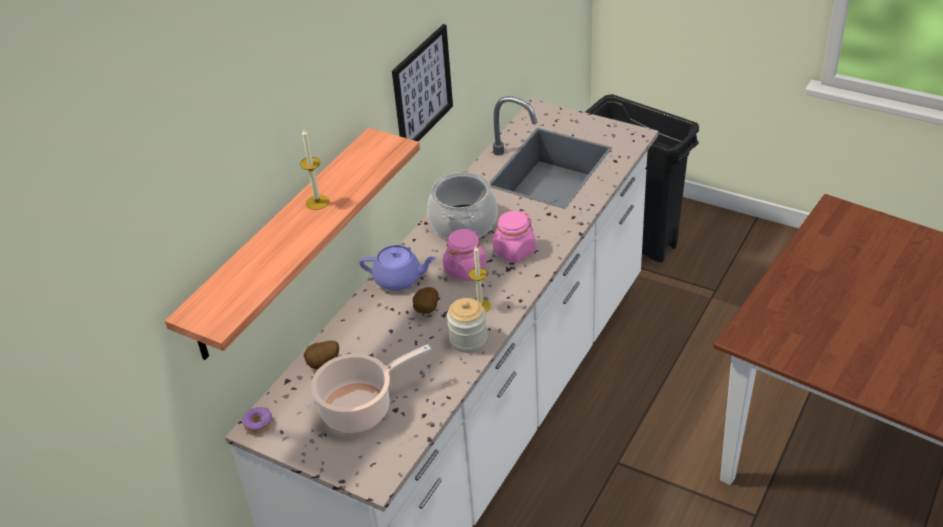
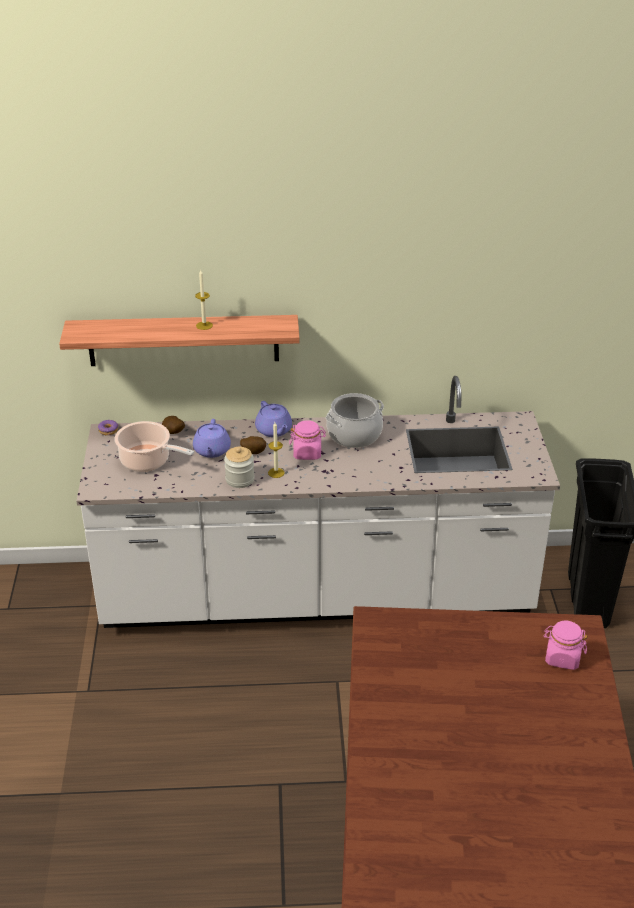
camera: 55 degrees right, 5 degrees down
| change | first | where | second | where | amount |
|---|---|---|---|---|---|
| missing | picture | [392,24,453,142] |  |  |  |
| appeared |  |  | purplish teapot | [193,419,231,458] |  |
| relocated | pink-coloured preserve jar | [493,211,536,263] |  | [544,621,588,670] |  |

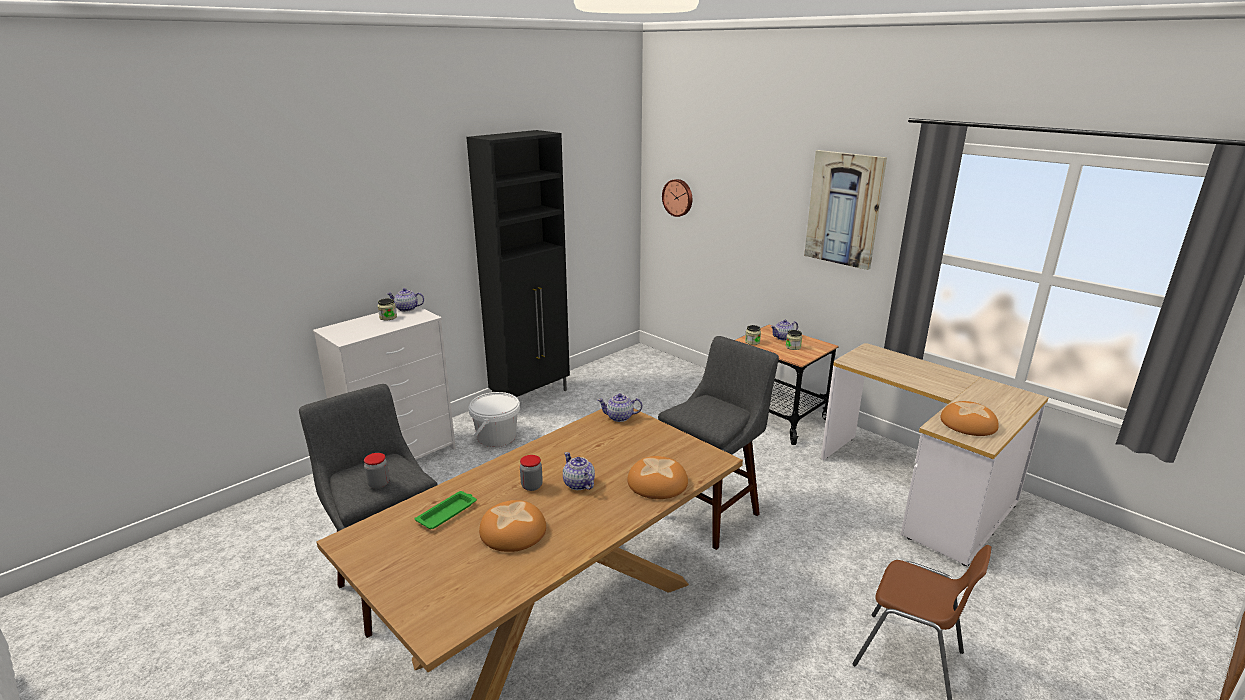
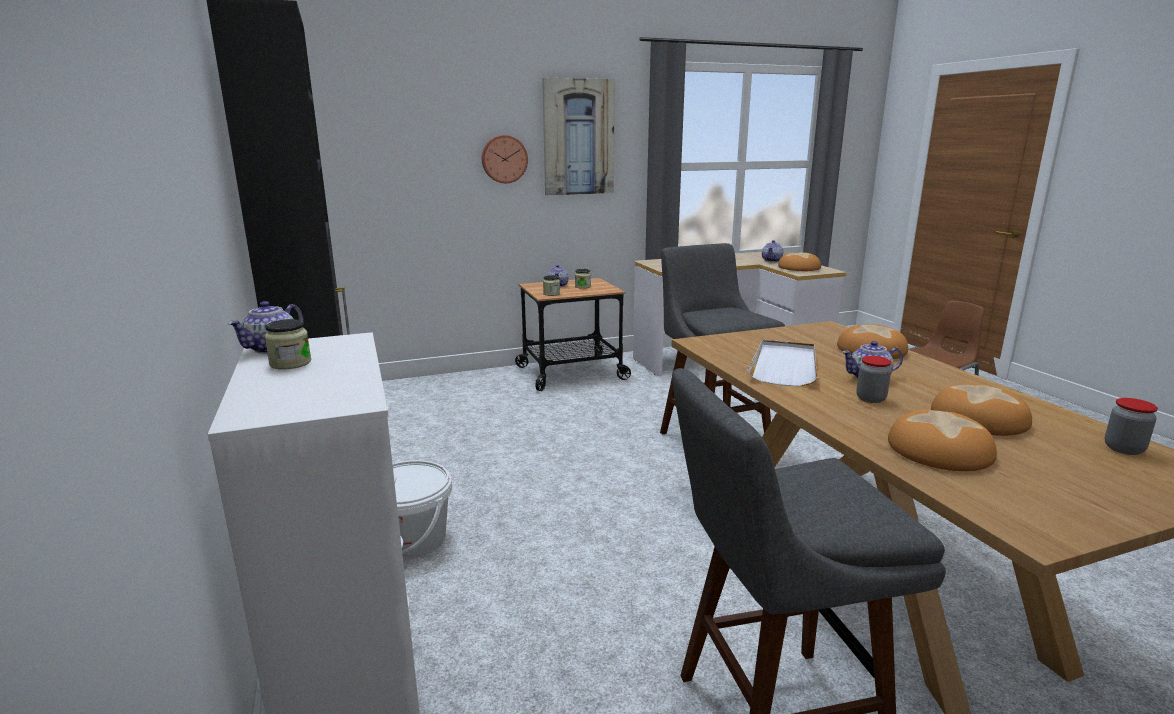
camera: 65 degrees left, 5 degrees down
| change | first | where | second | where | amount |
|---|---|---|---|---|---|
| appeared |  |  | white tray | [747,340,818,387] |  |
| relocated | preserve jar | [364,453,390,489] |  | [1105,398,1158,455] |  |
| relocated | teapot | [597,393,642,422] |  | [762,240,783,262] |  |
| relocated | wall clock | [662,179,692,217] |  | [482,135,528,183] |  |
| exchanged | greenish tray | [414,491,477,529] | baked bread | [888,409,997,471] |  |

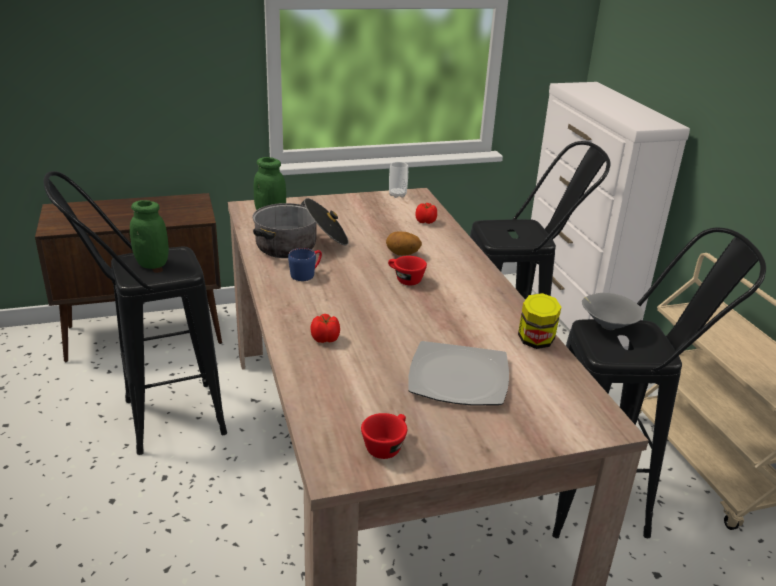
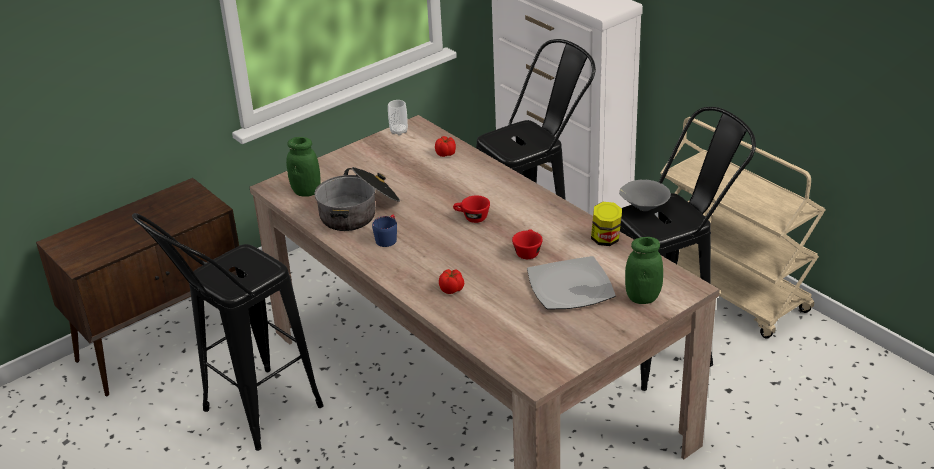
camera: 20 degrees left, 5 degrees up
| change | first | where | second | where | amount |
|---|---|---|---|---|---|
| missing | potato | [386,231,422,256] |  |  |  |
| relocated | greenish preserve jar | [130,200,169,269] |  | [625,237,663,304] |  |
| relocated | reddish cup | [361,413,407,459] |  | [512,229,543,259] |  |

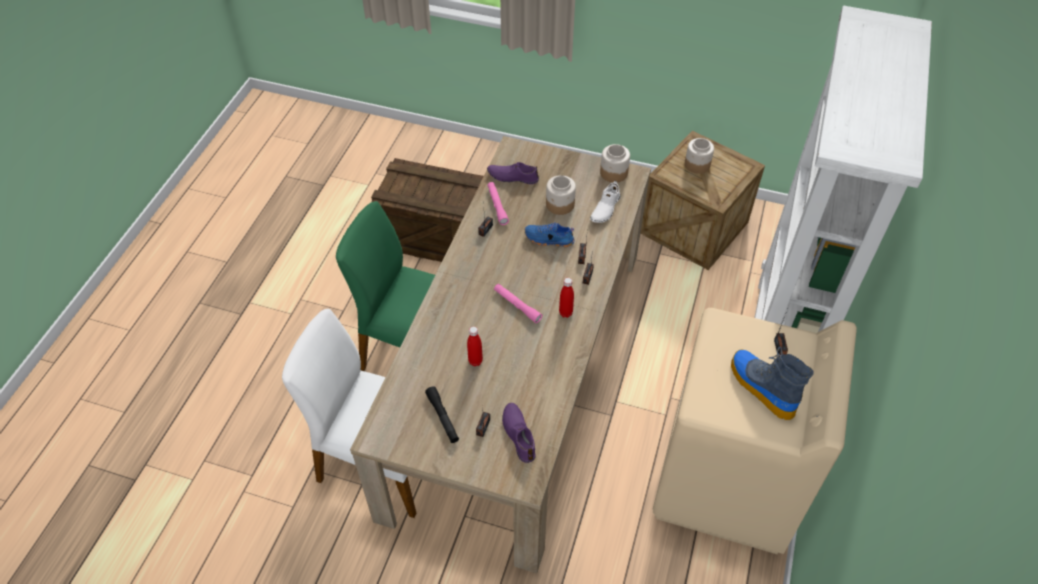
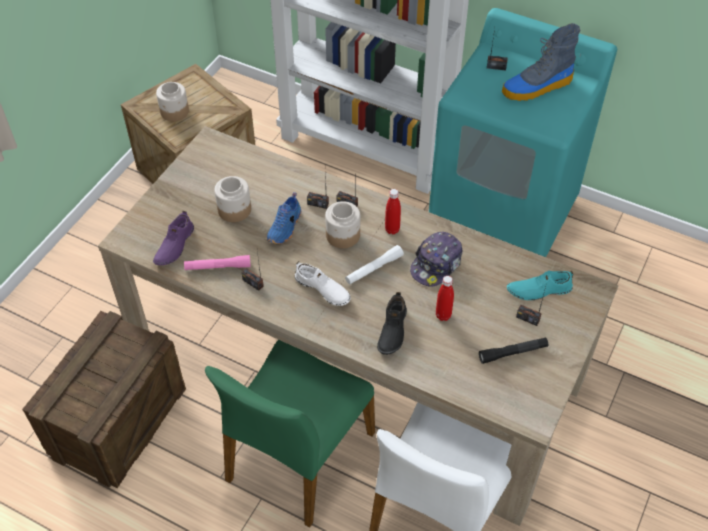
camera: 80 degrees left, 0 degrees up
| change | first | where | second | where | amount |
|---|---|---|---|---|---|
| appeared |  |  | black shoe | [377,292,407,355] |  |
| appeared |  |  | cap | [410,232,463,287] |  |
| relocated | white shoe | [590,180,620,223] |  | [295,261,351,306] |  |
| relocated | preserve jar | [600,144,630,183] |  | [325,201,360,248] |  |
| colour | pink-coloured hand torch | [494,284,542,323] | white hand torch | [345,245,404,285] |  |
| colour | purplish shoe | [502,403,536,463] | turquoise shoe | [507,271,573,300] |  |
| colour | beige-coloured washing machine | [653,308,857,554] | turquoise washing machine | [429,8,617,257] |  |

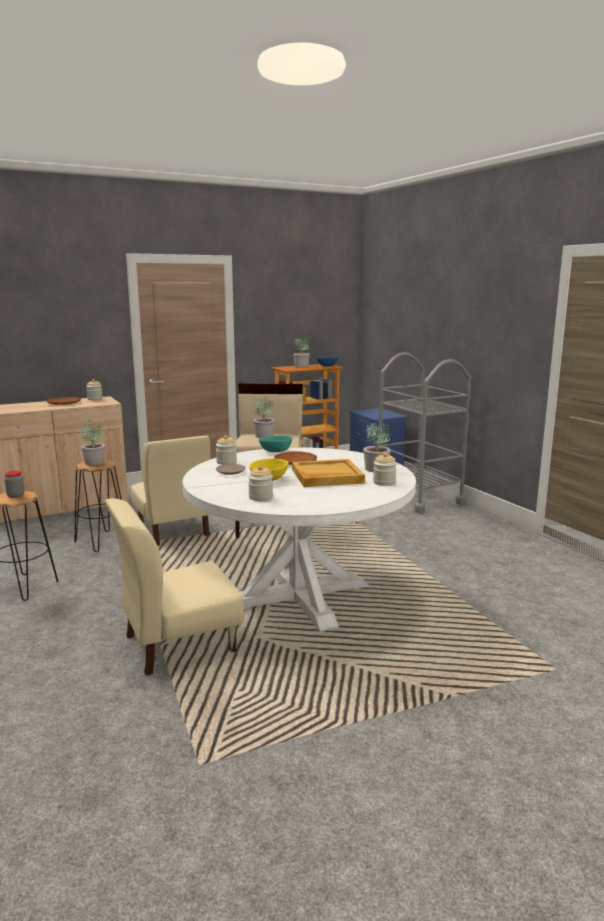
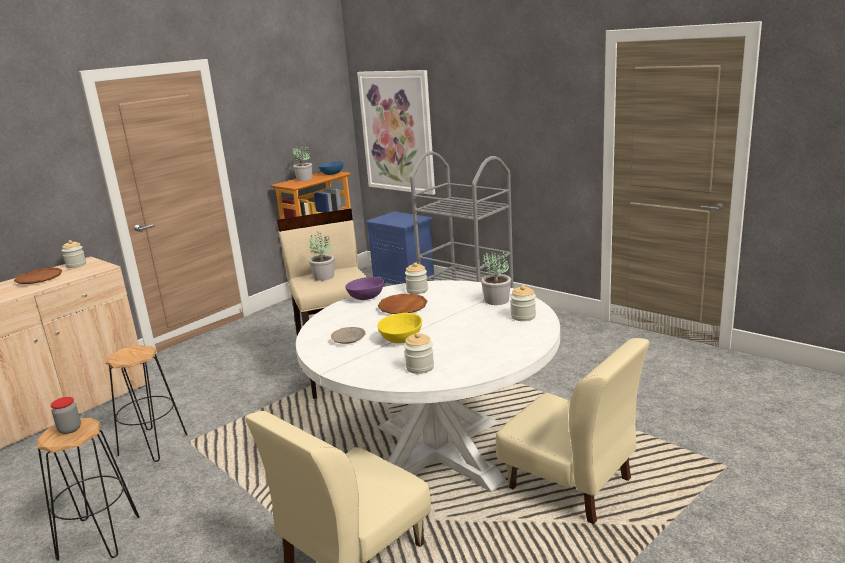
camera: 20 degrees left, 5 degrees up
| change | first | where | second | where | amount |
|---|---|---|---|---|---|
| missing | plant in a pot | [81,422,105,465] |  |  |  |
| missing | beige-coloured tray | [292,459,365,487] |  |  |  |
| appeared |  |  | picture | [357,70,435,195] |  |
| relocated | beige-coloured upright chair | [131,435,210,546] |  | [496,338,649,524] |  |
| relocated | preserve jar | [216,435,237,465] |  | [405,262,428,294] |  |
| colour | turquoise serving bowl | [259,435,292,452] | purplish serving bowl | [345,277,384,300] |  |

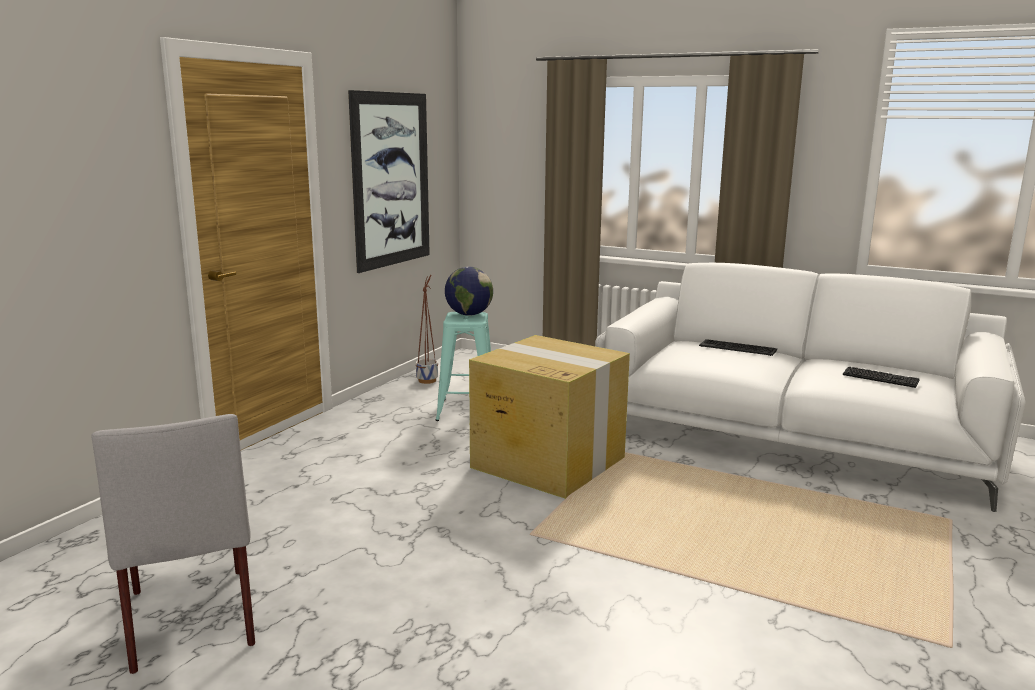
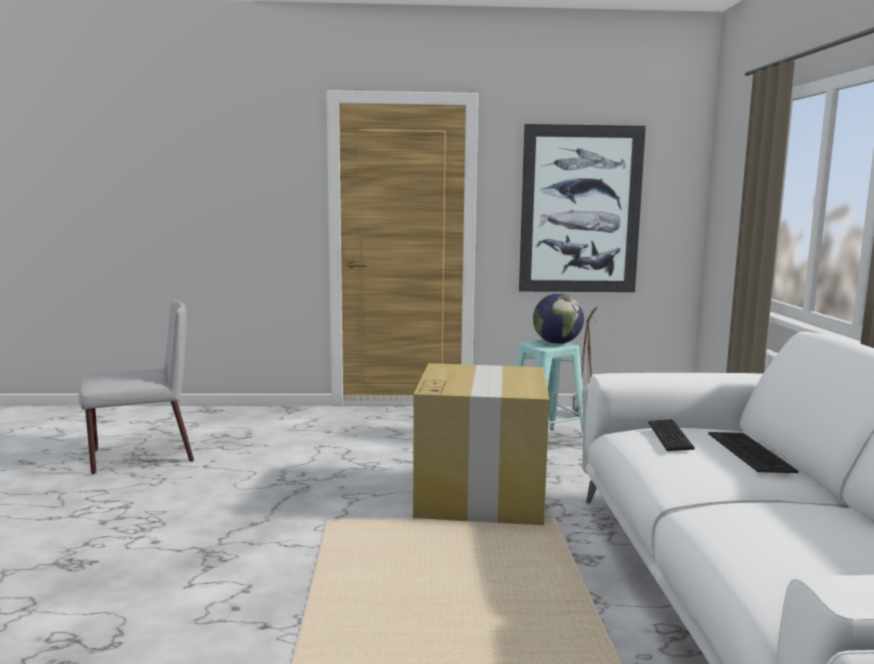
camera: 60 degrees right, 5 degrees down
| change | first | where | second | where | amount |
|---|---|---|---|---|---|
| relocated | computer keyboard | [843,367,920,388] |  | [648,419,695,451] |  |
| spun | greyish upright chair | [92,414,255,674] |  | [78,300,194,474] | 150 degrees counterclockwise |

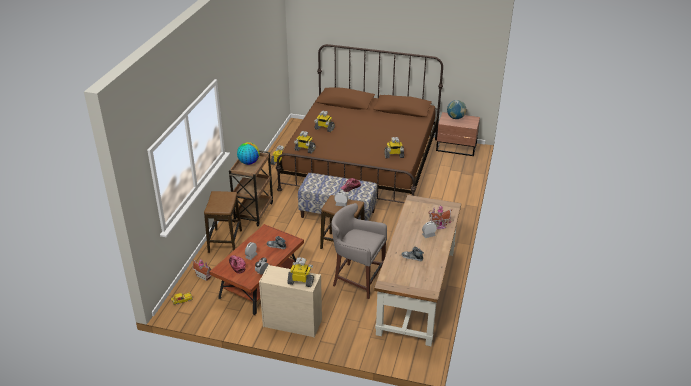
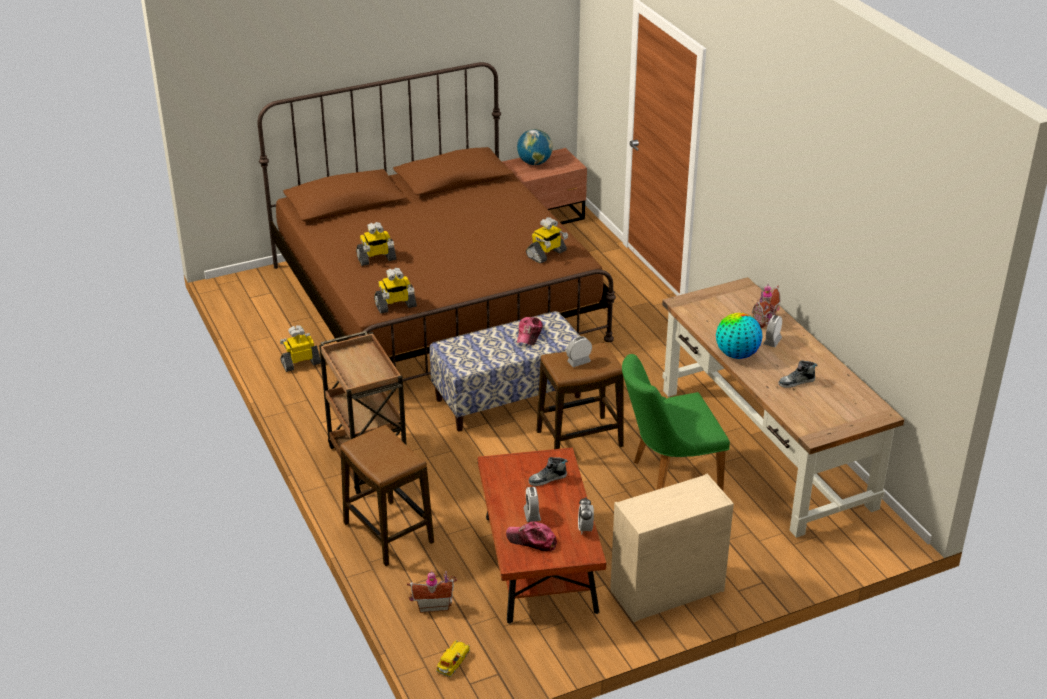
camera: 40 degrees left, 0 degrees up
| change | first | where | second | where | amount |
|---|---|---|---|---|---|
| missing | toy robot | [287,257,314,287] |  |  |  |
| relocated | globe | [237,142,259,165] |  | [716,313,762,359] |  |
| exchanged | greyish sitting stool | [331,203,387,299] | greenish upright chair | [622,354,730,491] |  |

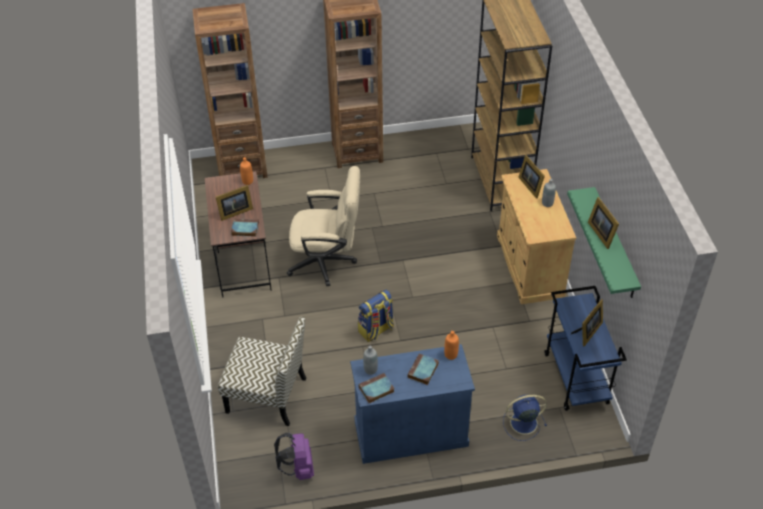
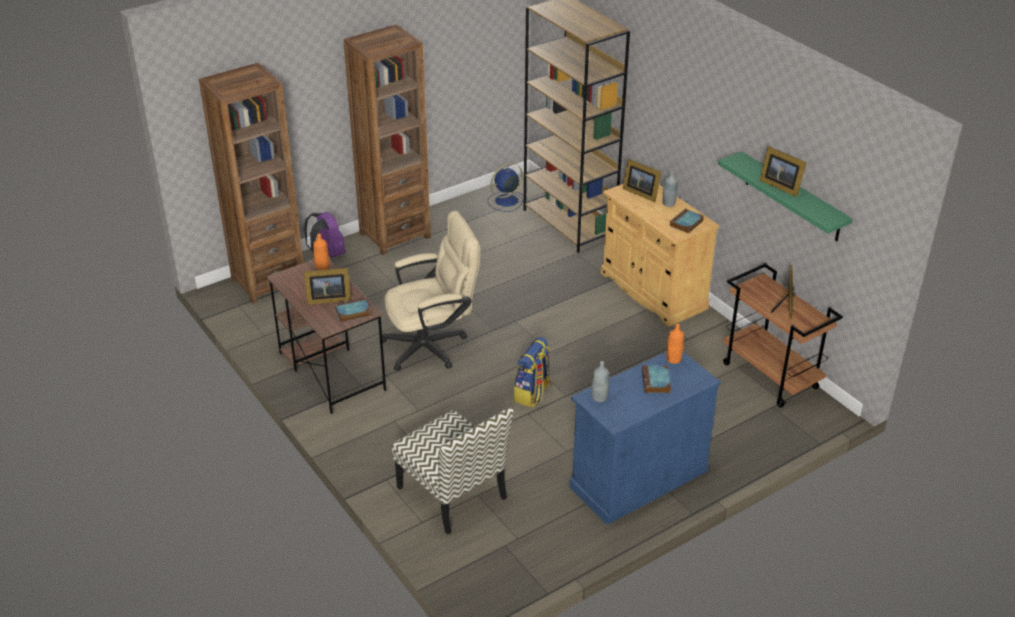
camera: 25 degrees left, 10 degrees down
| change | first | where | second | where | amount |
|---|---|---|---|---|---|
| relocated | purplish backpack | [274,433,314,480] |  | [304,212,346,258] |  |
| relocated | bound book | [358,373,394,403] |  | [670,209,704,234] |  |
| relocated | blue fan | [503,395,547,441] |  | [488,163,527,212] |  |
| colour | blue cart | [545,286,627,411] | brown-coloured cart | [723,263,843,408] |  |
| spun | photo frame | [216,185,253,221] |  | [304,268,351,305] | 45 degrees clockwise |
| spun | upright chair | [218,317,306,426] |  | [392,407,514,534] | 60 degrees clockwise |

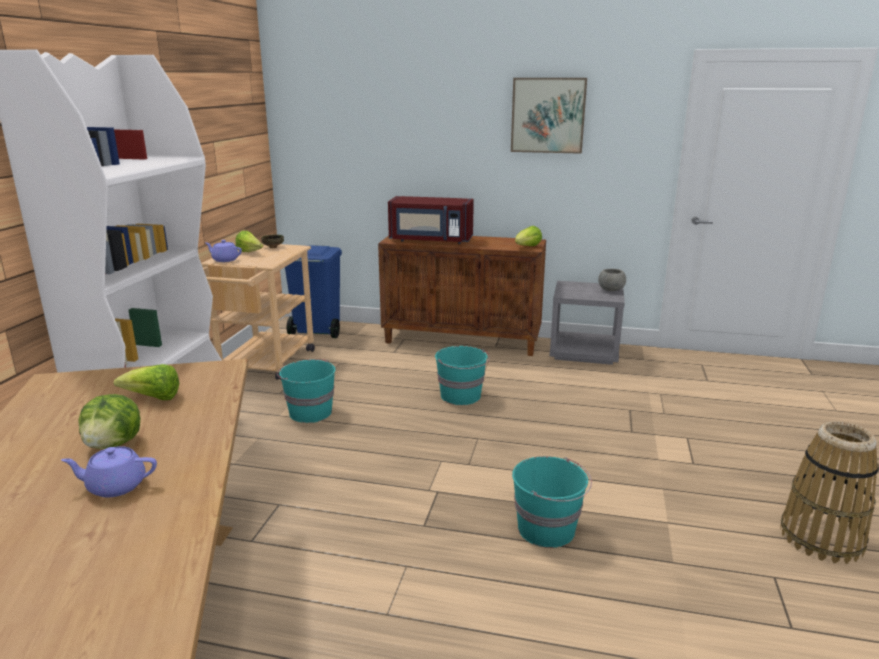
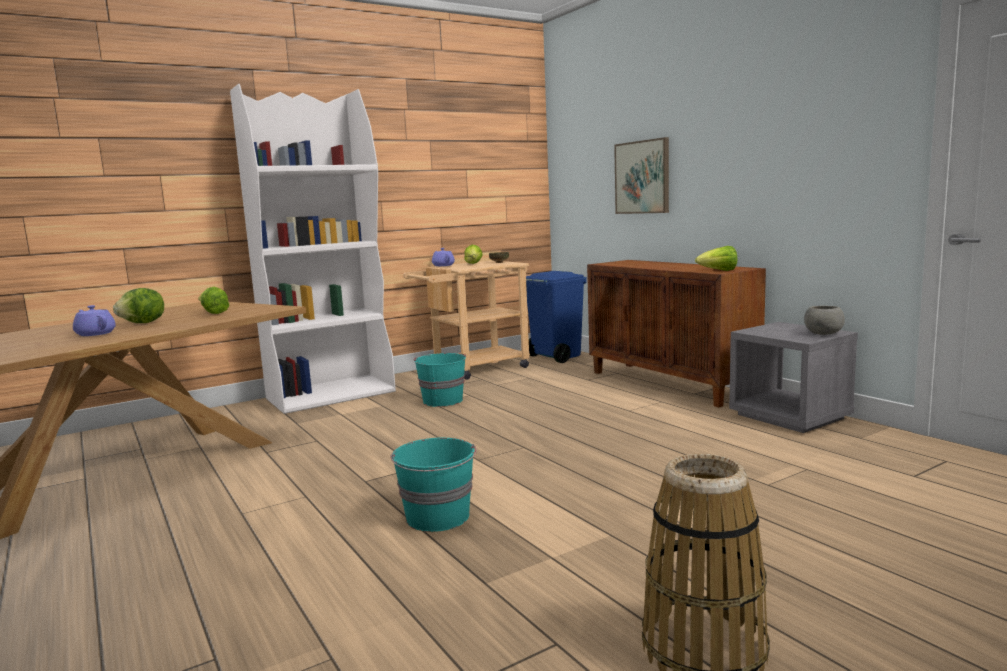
camera: 45 degrees right, 10 degrees down
| change | first | where | second | where | amount |
|---|---|---|---|---|---|
| missing | reddish kitchen microwave | [388,196,474,244] |  |  |  |
| missing | turquoise water bucket | [435,346,490,405] |  |  |  |
| relocated | picture | [511,78,587,154] |  | [614,137,669,214] |  |

